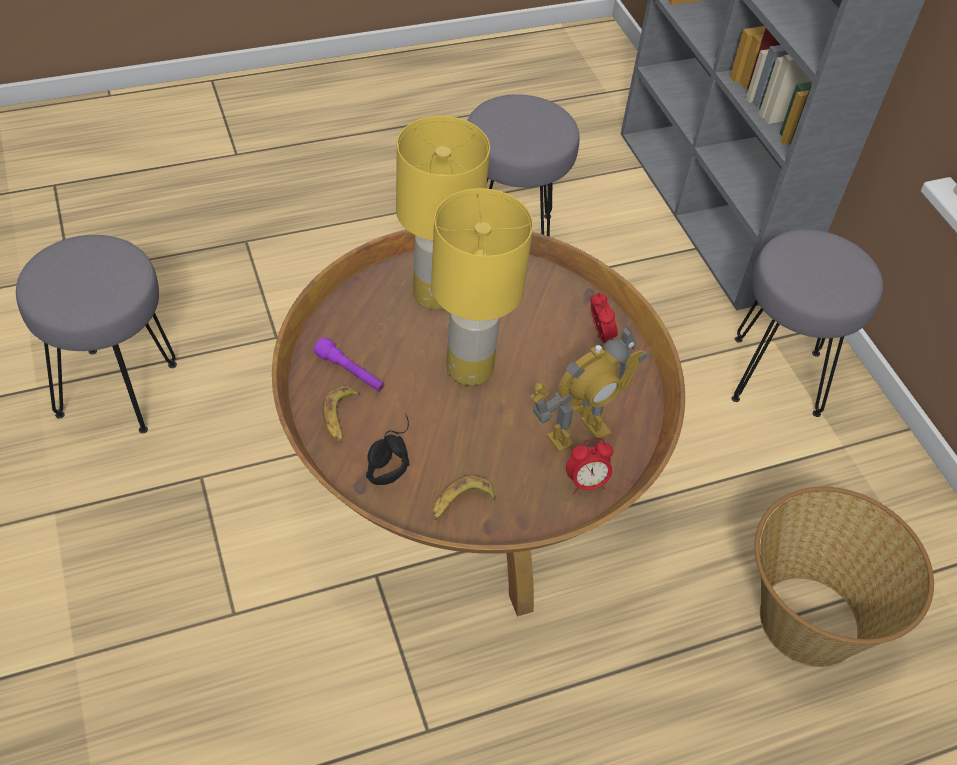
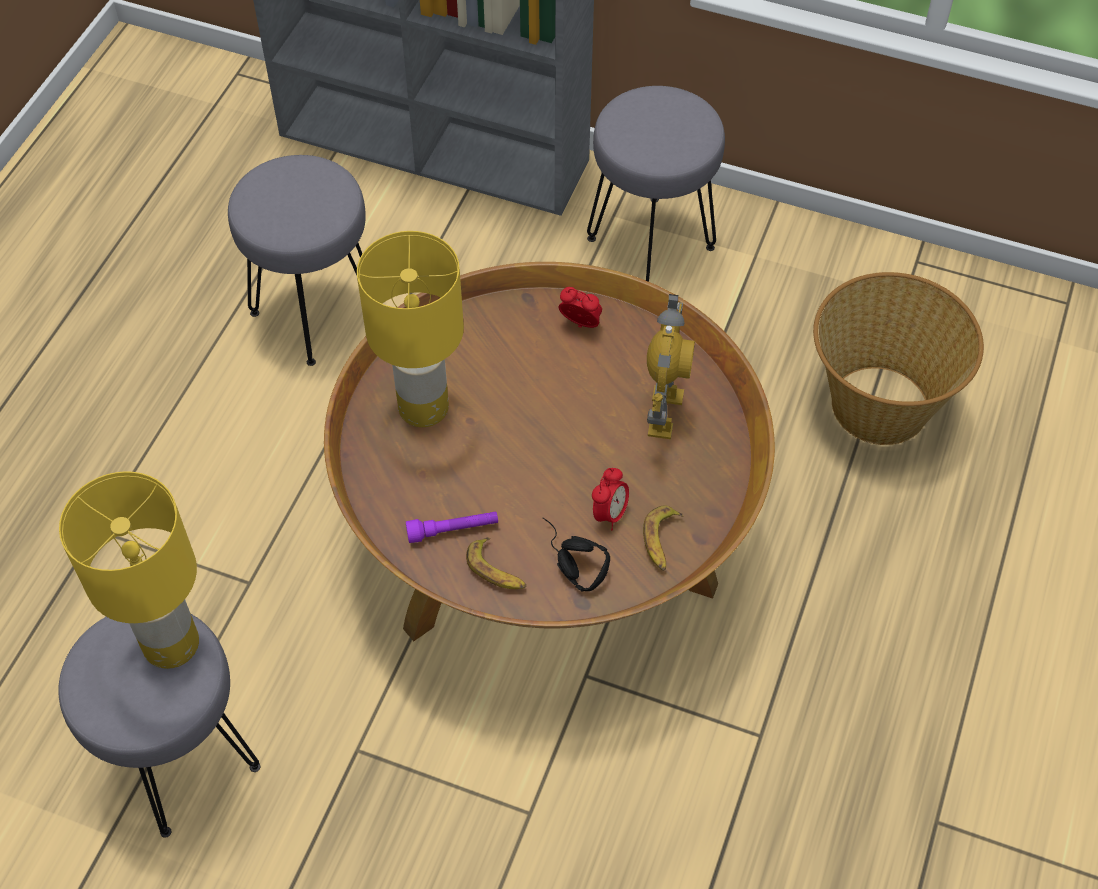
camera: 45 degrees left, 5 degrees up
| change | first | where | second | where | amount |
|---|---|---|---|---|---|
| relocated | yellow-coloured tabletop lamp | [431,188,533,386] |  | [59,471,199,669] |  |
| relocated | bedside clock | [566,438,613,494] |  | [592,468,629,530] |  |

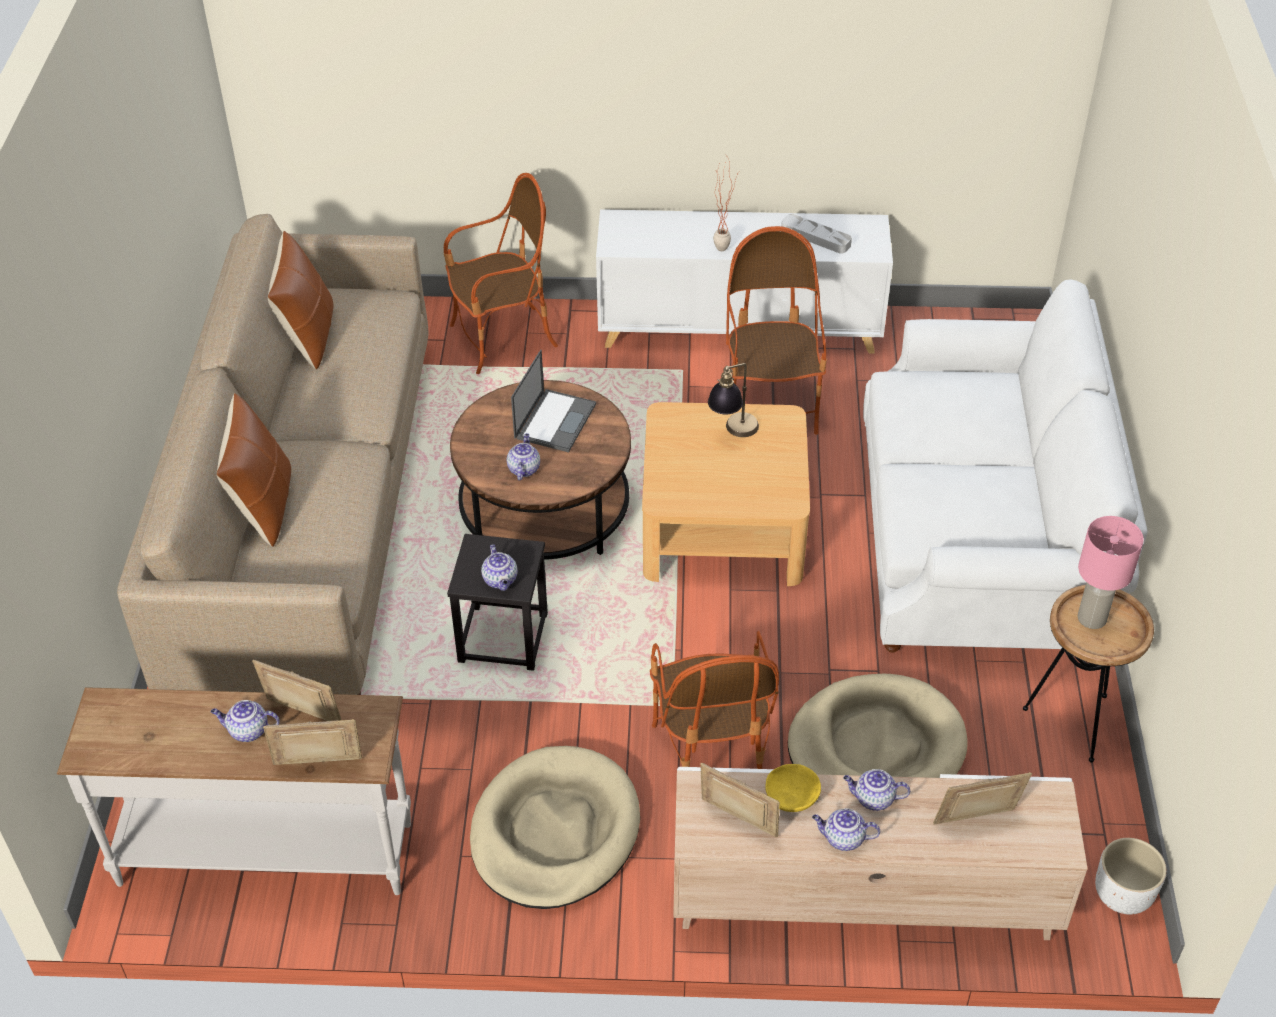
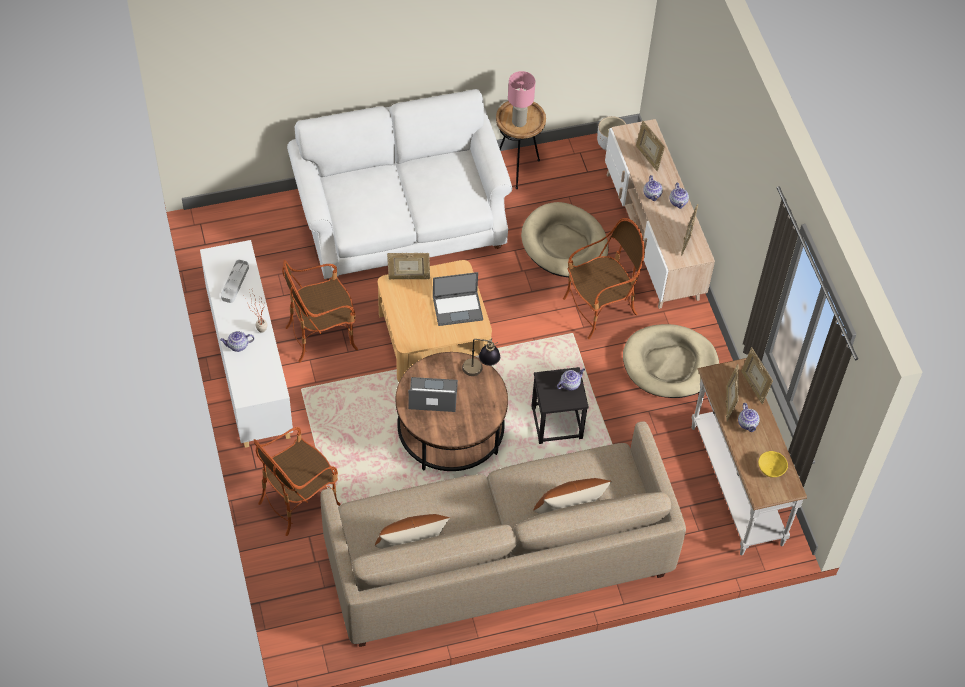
camera: 110 degrees left, 10 degrees up
| change | first | where | second | where | amount |
|---|---|---|---|---|---|
| appeared |  |  | photo frame | [387,253,430,279] |  |
| appeared |  |  | portable computer | [433,272,483,326] |  |
| relocated | teapot | [506,433,540,480] |  | [220,331,254,352] |  |
| relocated | tabletop lamp | [708,363,759,437] |  | [462,338,500,376] |  |
| relocated | yellow-coloured serving bowl | [765,764,821,812] |  | [758,451,788,477] |  |
| spun | armchair | [444,173,558,374] |  | [254,427,341,536] | 90 degrees counterclockwise |

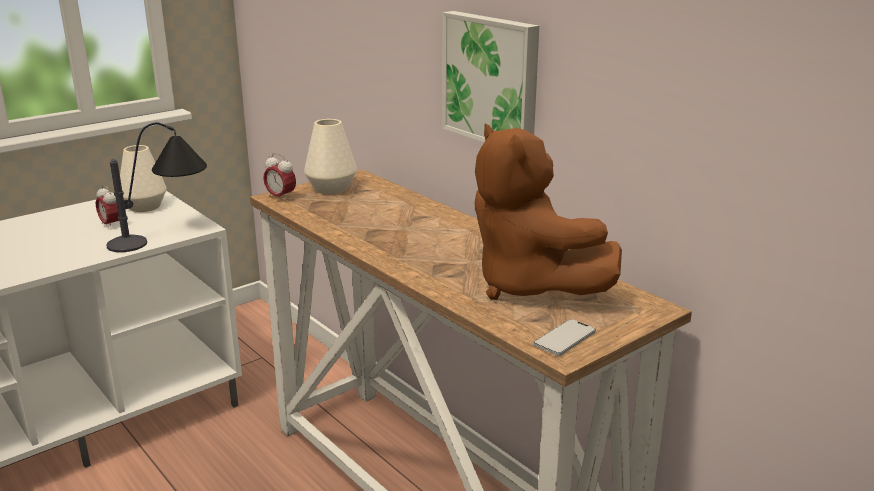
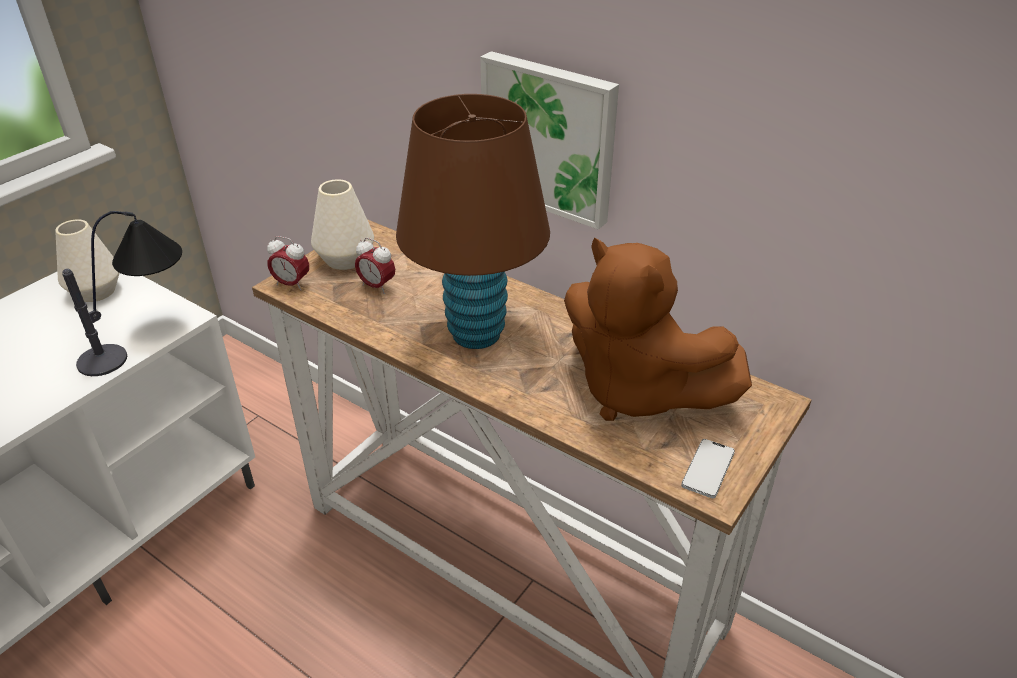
camera: 15 degrees left, 15 degrees up
| change | first | where | second | where | amount |
|---|---|---|---|---|---|
| appeared |  |  | brown-coloured tabletop lamp | [396,94,550,349] |  |
| relocated | bedside clock | [96,185,119,229] |  | [355,238,395,294] |  |

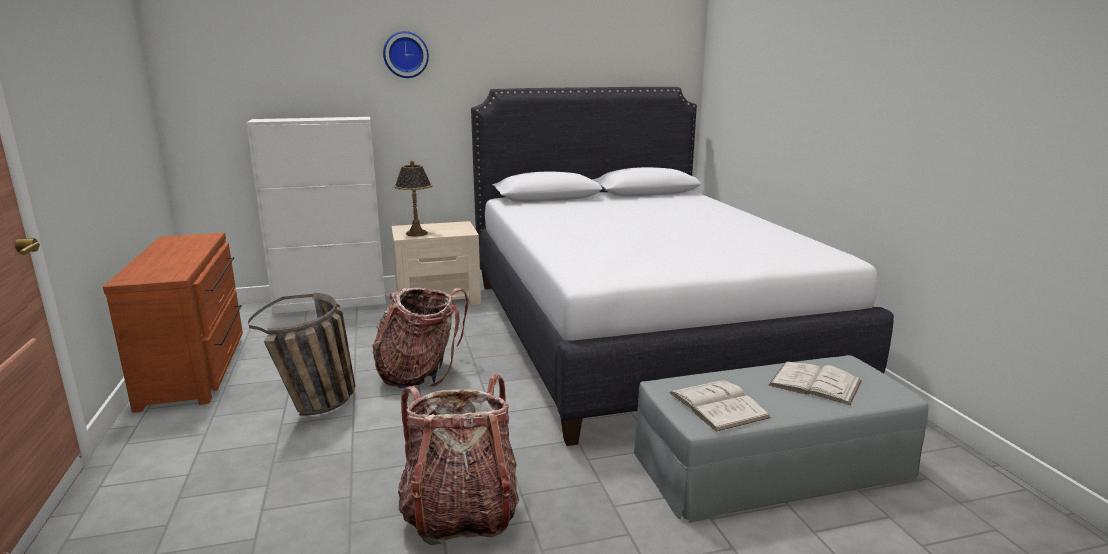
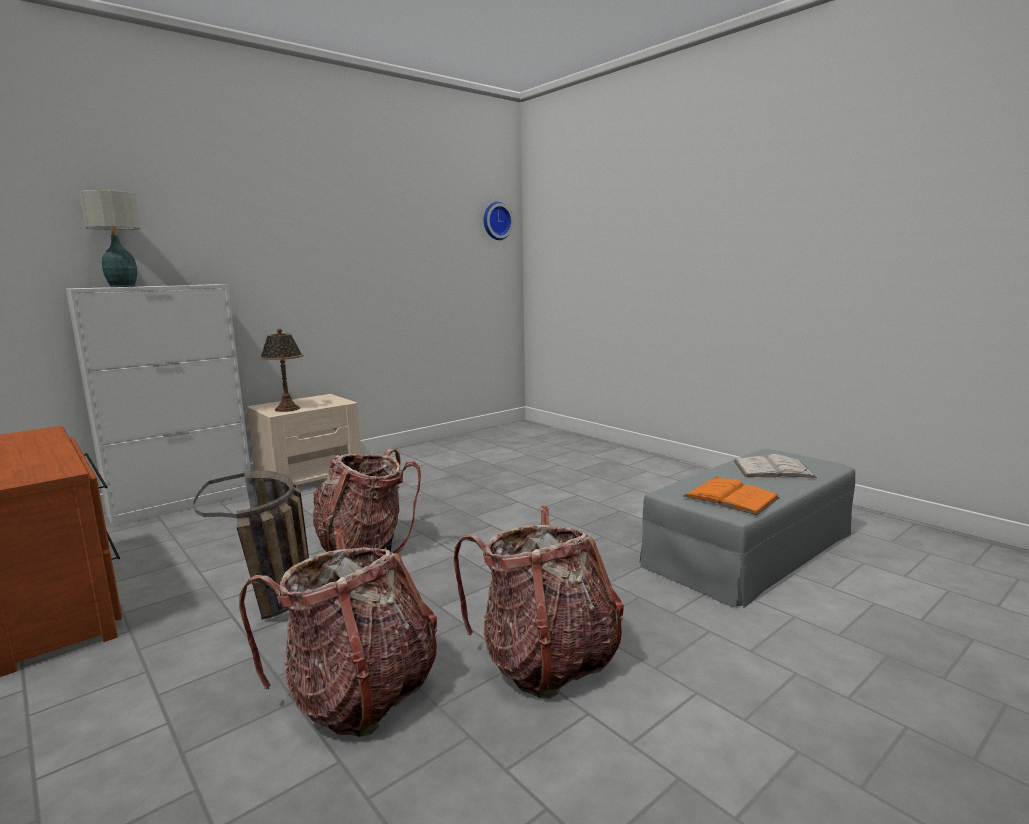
camera: 25 degrees left, 5 degrees down
| change | first | where | second | where | amount |
|---|---|---|---|---|---|
| missing | white sleeping bed | [471,87,894,446] |  |  |  |
| appeared |  |  | tabletop lamp | [79,189,140,287] |  |
| appeared |  |  | backpack | [239,529,437,737] |  |
| relocated | wall clock | [383,31,429,78] |  | [484,202,513,240] |  |
| colour | white bound book | [669,378,771,432] | orange-coloured bound book | [684,476,779,515] |  |

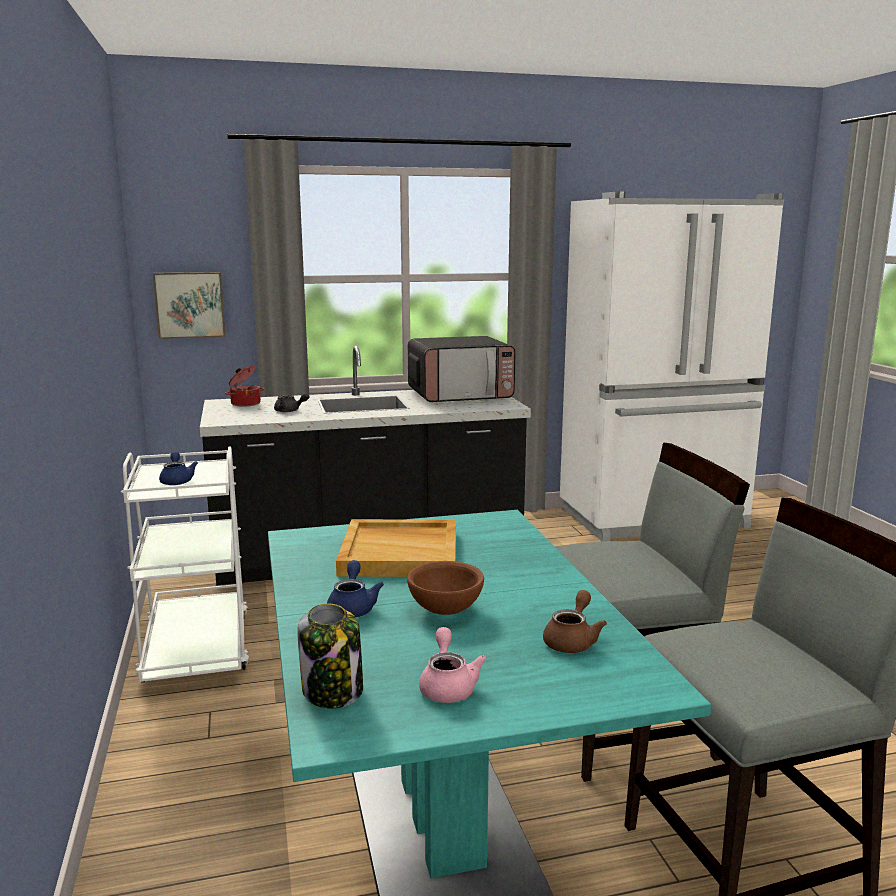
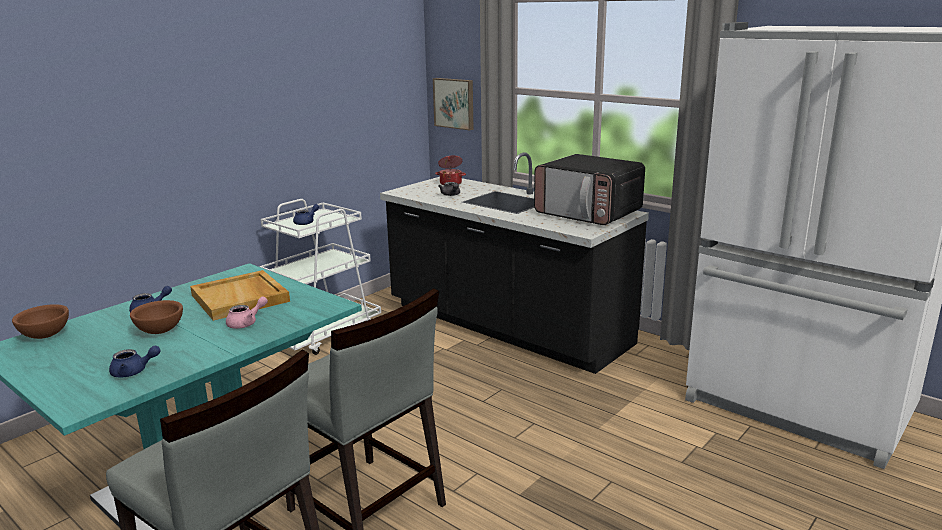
camera: 55 degrees right, 5 degrees up
| change | first | where | second | where | amount |
|---|---|---|---|---|---|
| relocated | pink-coloured teapot | [419,627,487,703] |  | [226,296,268,329] |  |
| exchanged | preserve jar | [297,604,363,709] | brown-coloured serving bowl | [12,304,69,339] |  |
| colour | brown-coloured teapot | [543,590,607,653] | blue teapot | [109,346,160,377] |  |

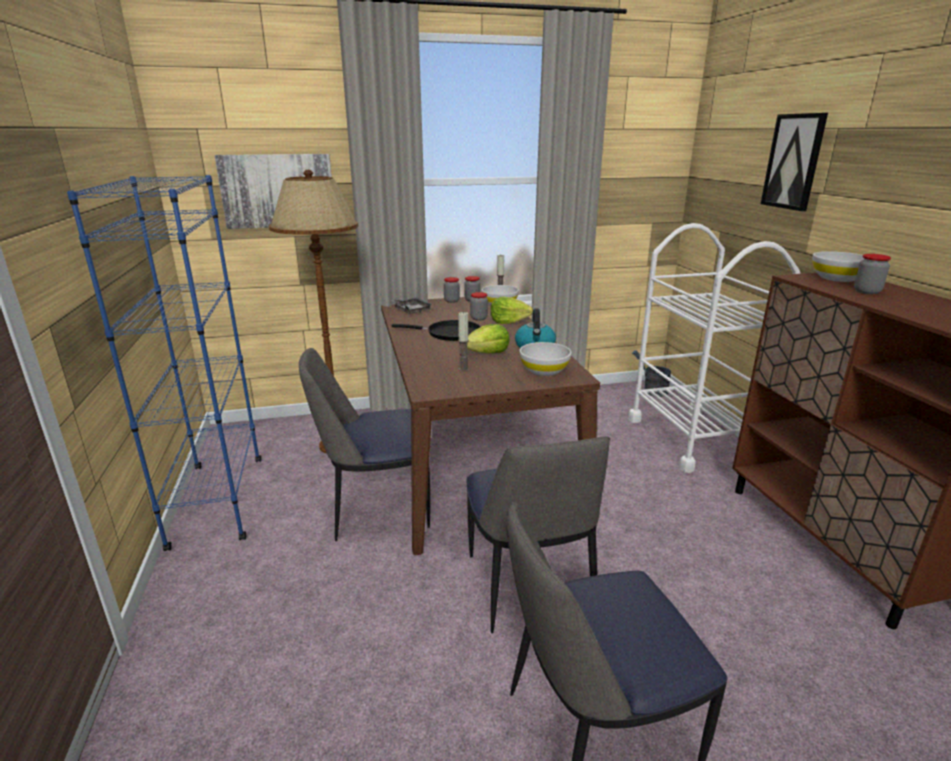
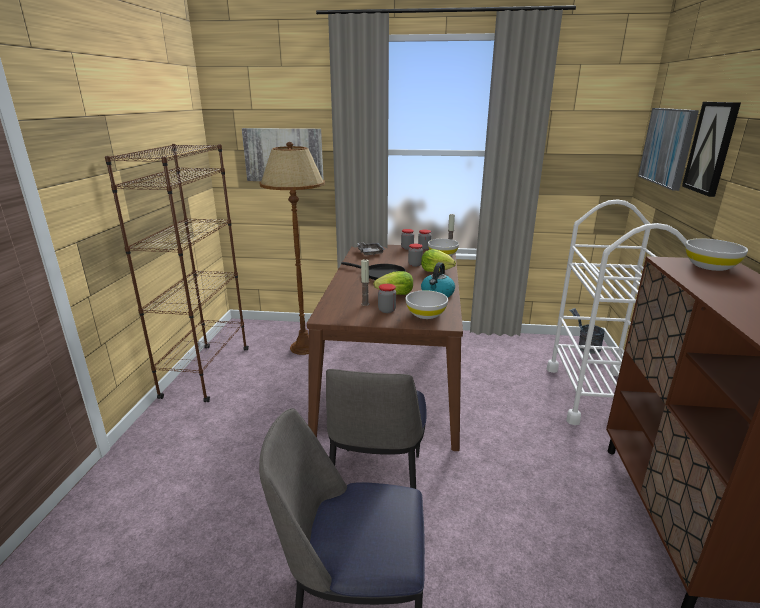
camera: 20 degrees right, 0 degrees up
| change | first | where | second | where | amount |
|---|---|---|---|---|---|
| missing | upright chair | [299,348,430,541] |  |  |  |
| appeared |  |  | picture | [638,108,699,191] |  |
| relocated | preserve jar | [854,254,891,294] |  | [378,284,396,313] |  |
| colour | blue bookshelf | [67,175,261,551] | brown-coloured bookshelf | [105,144,249,402] |  |

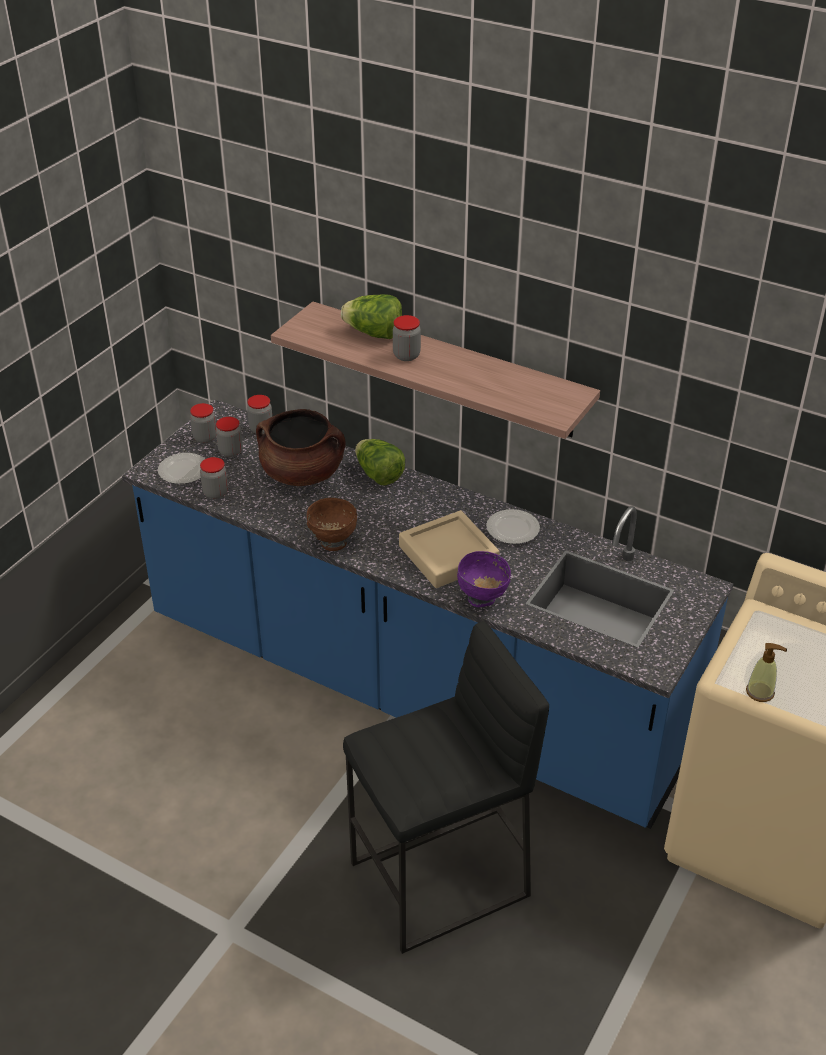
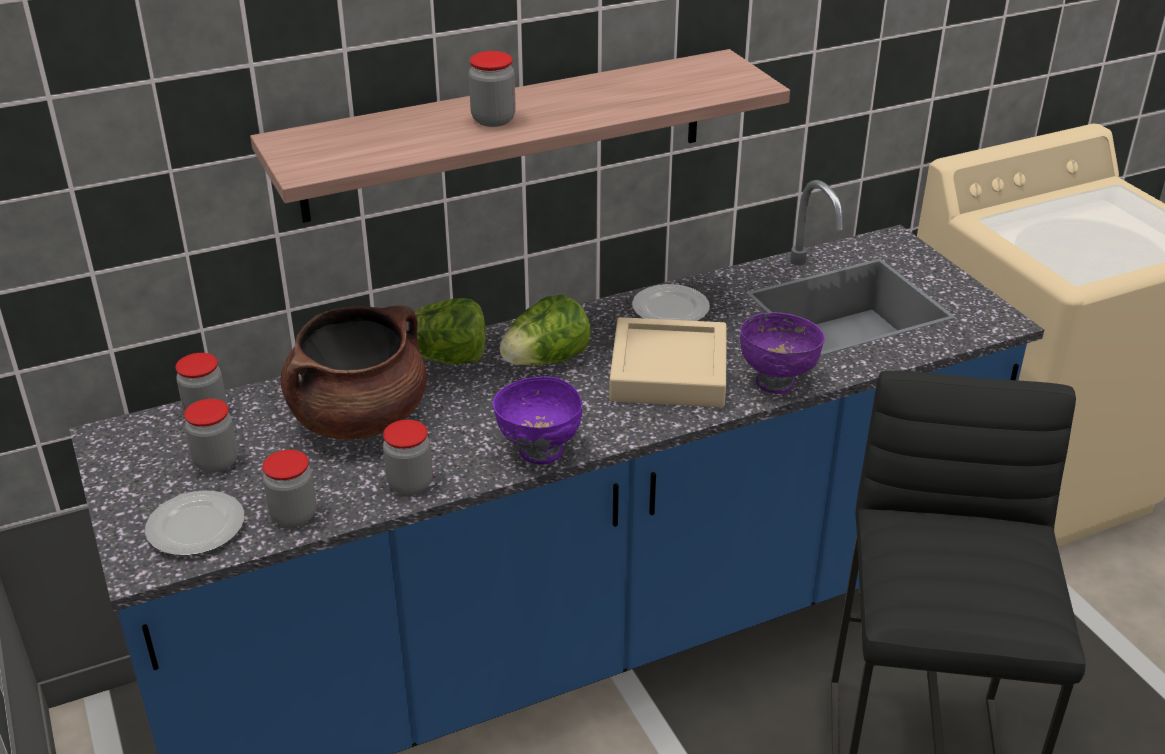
camera: 55 degrees left, 5 degrees down
| change | first | where | second | where | amount |
|---|---|---|---|---|---|
| missing | soap dispenser | [746,643,787,702] |  |  |  |
| relocated | preserve jar | [190,403,216,443] |  | [383,420,433,495] |  |
| relocated | lettuce | [341,294,402,339] |  | [500,295,591,365] |  |
| colour | brown-coloured serving bowl | [307,498,357,551] | purplish serving bowl | [493,376,582,464] |  |

